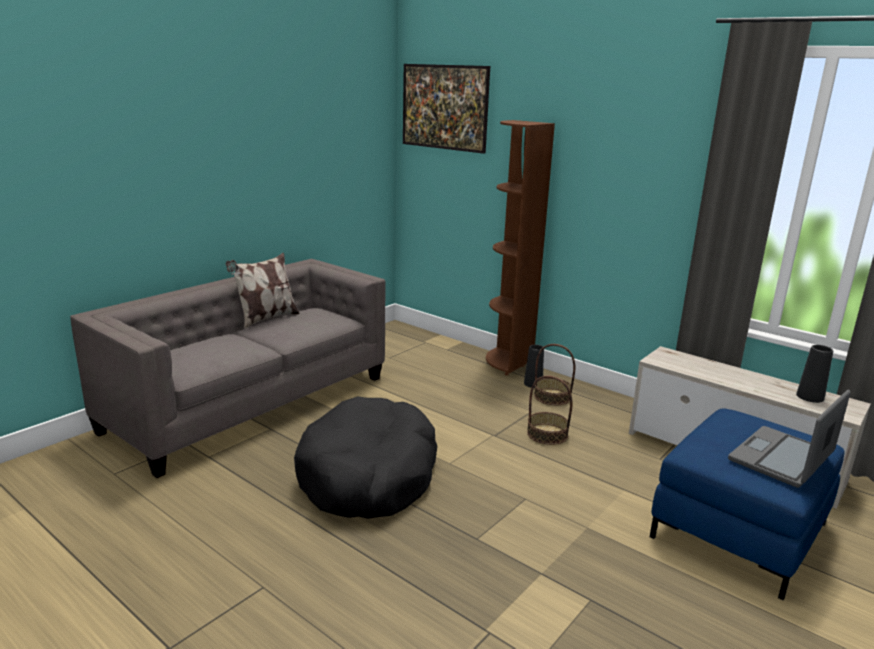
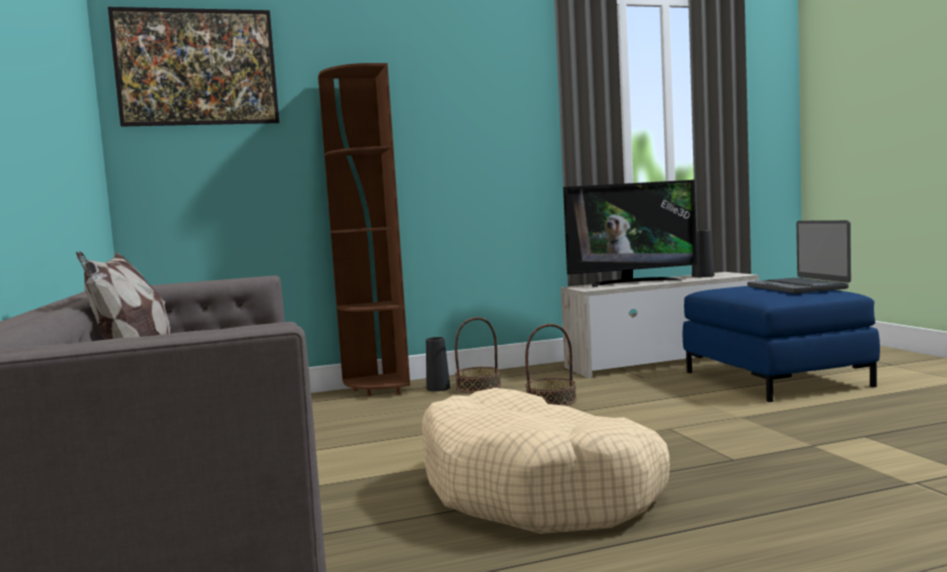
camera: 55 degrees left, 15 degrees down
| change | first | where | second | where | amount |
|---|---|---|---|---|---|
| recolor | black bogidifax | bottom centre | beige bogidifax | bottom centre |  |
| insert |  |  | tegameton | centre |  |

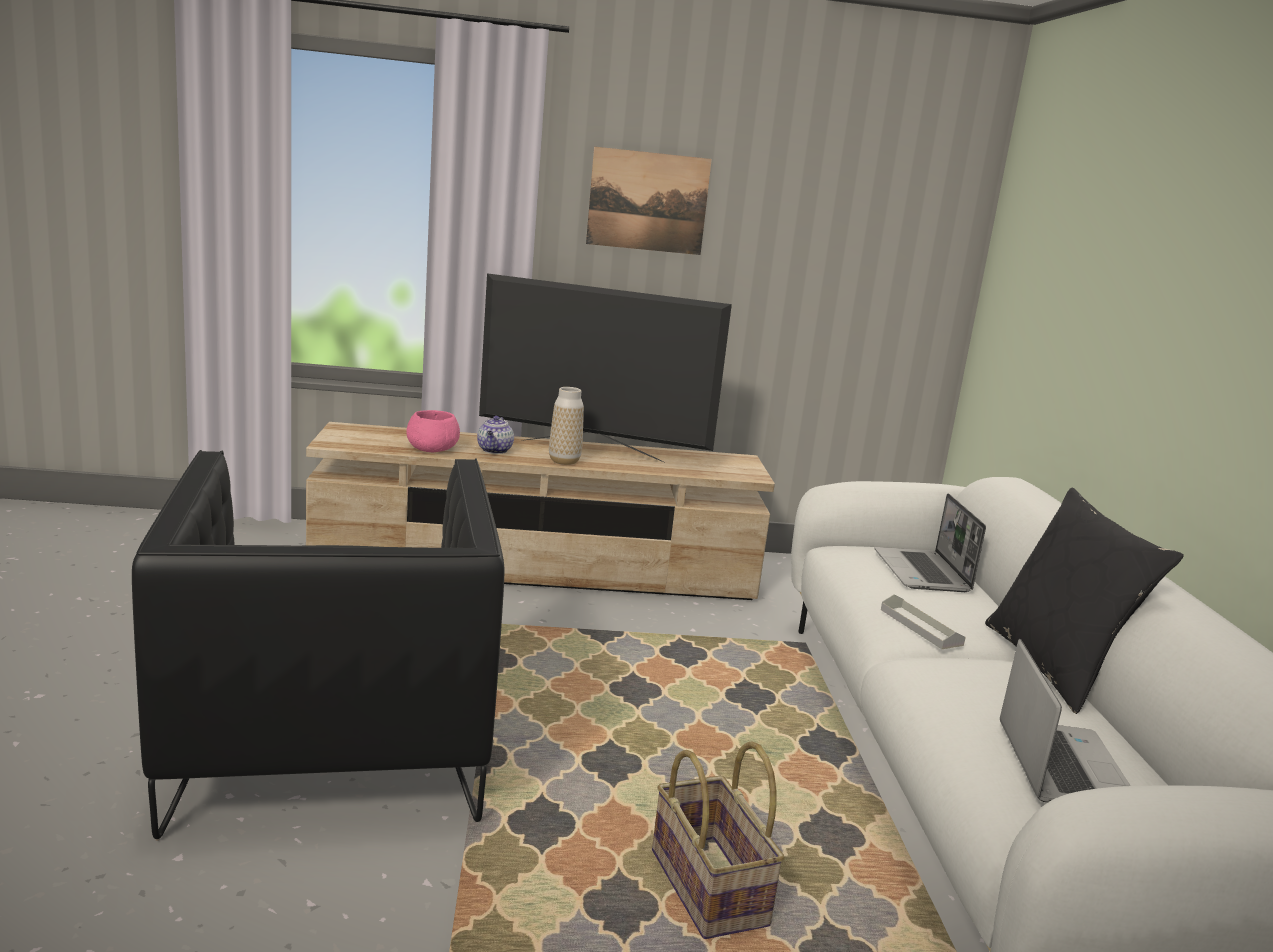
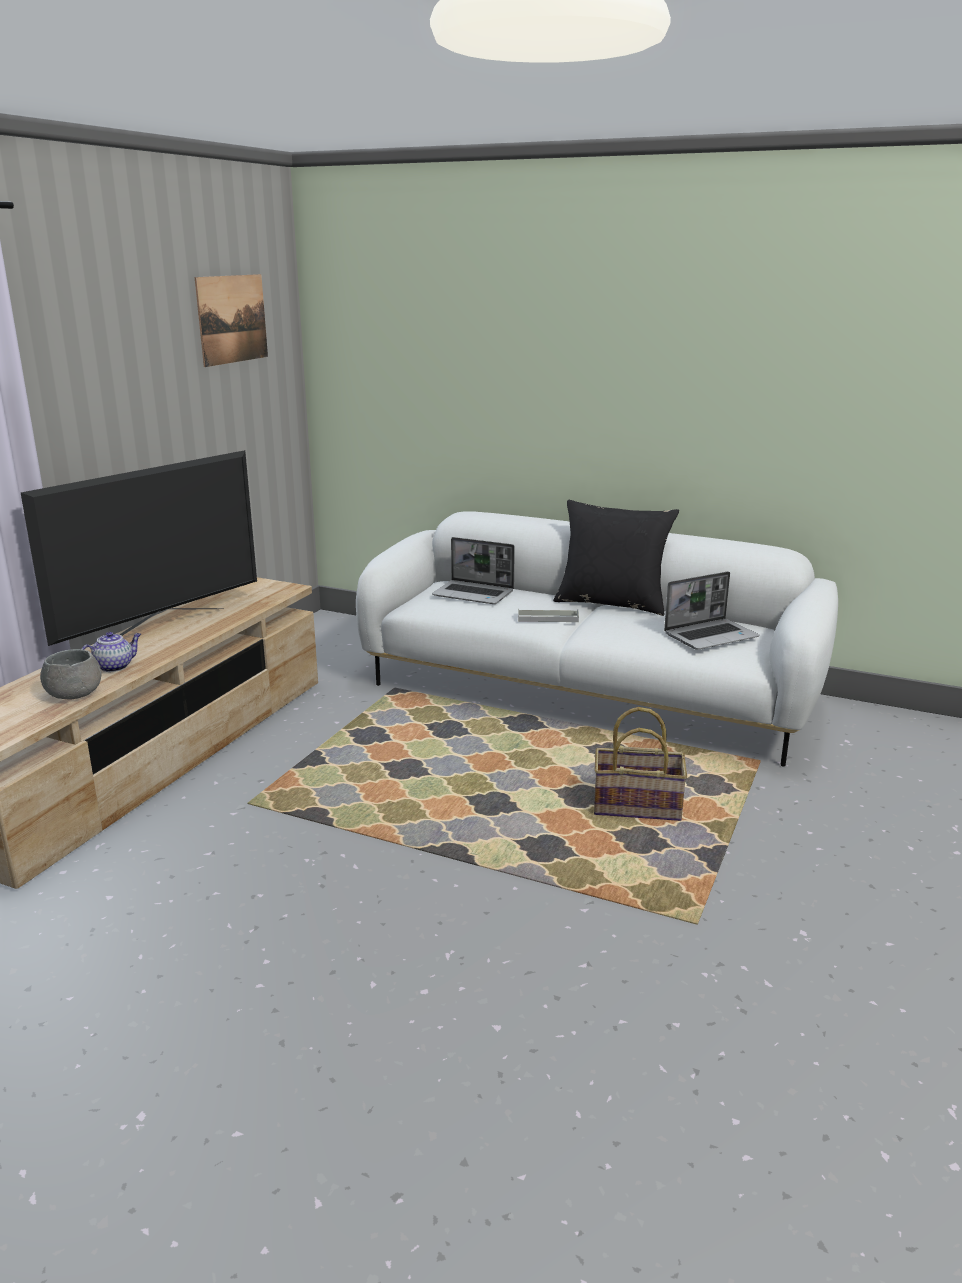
camera: 60 degrees left, 5 degrees up
| change | first | where | second | where | amount |
|---|---|---|---|---|---|
| recolor | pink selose | centre | grey selose | middle left |  |
| rotate | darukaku | centre |  | middle left | 75 degrees counterclockwise |
| move | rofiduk | top centre |  | top left |  |
| rotate | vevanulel (2nd from left) | bottom right |  | middle right | 120 degrees clockwise |
| delete | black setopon | bottom left |  |  |  |
| delete | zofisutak | centre |  |  |  |

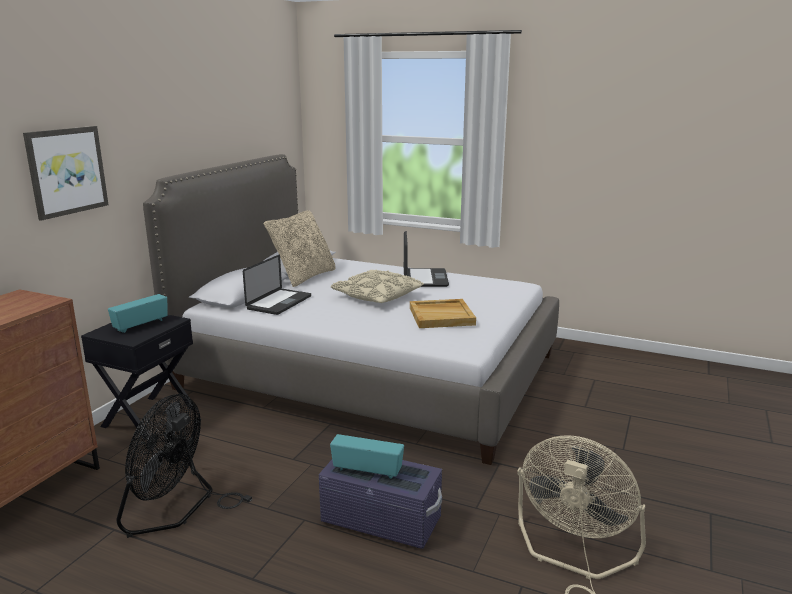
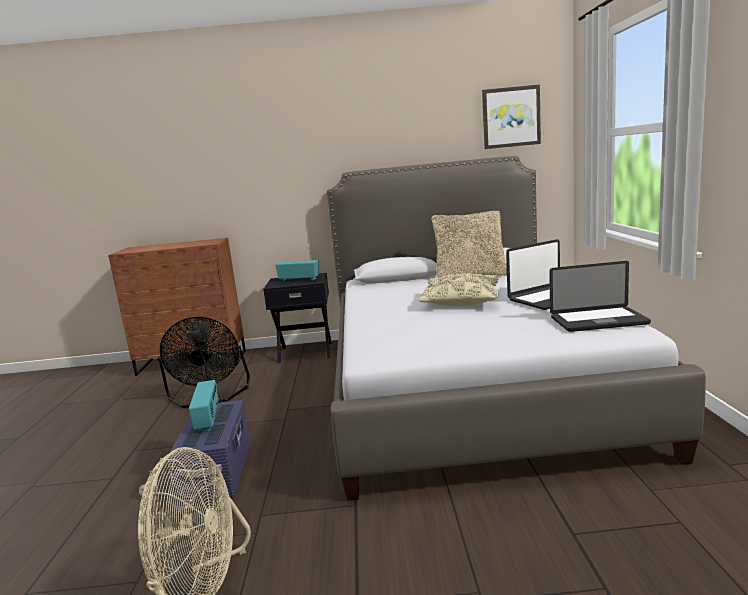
camera: 65 degrees right, 5 degrees down
| change | first | where | second | where | amount |
|---|---|---|---|---|---|
| move | rofiduk | top left |  | top right |  |
| move | vevanulel (1st from left in the first image) | centre | vevanulel (2nd from left) | middle right |  |
| delete | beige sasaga | centre |  |  |  |

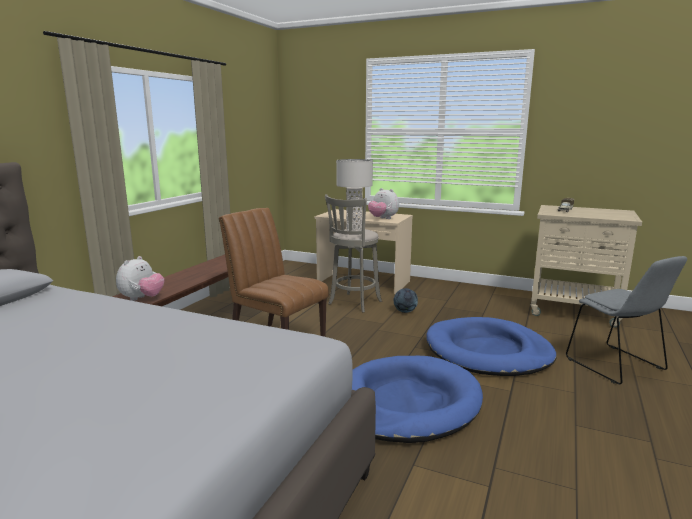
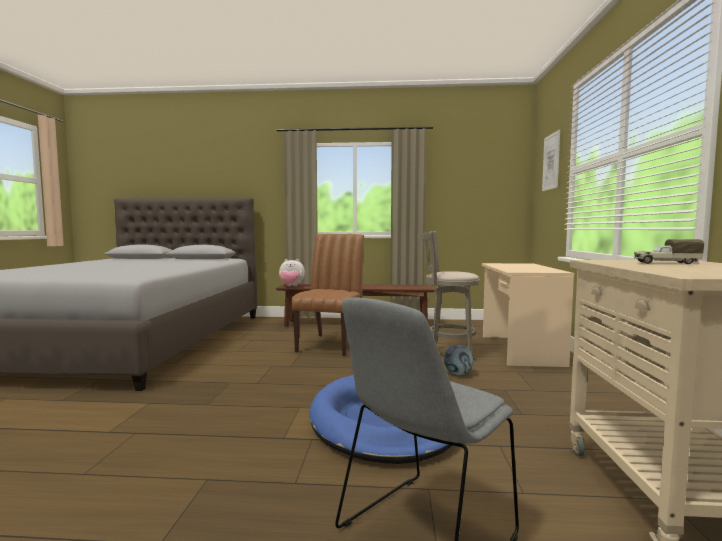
camera: 70 degrees right, 10 degrees down
| change | first | where | second | where | amount |
|---|---|---|---|---|---|
| insert |  |  | rofiduk | top right |  |
| delete | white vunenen | centre |  |  |  |
| delete | blue bogidifax (1st from left) | bottom centre |  |  |  |
| delete | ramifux (2nd from left) | centre |  |  |  |

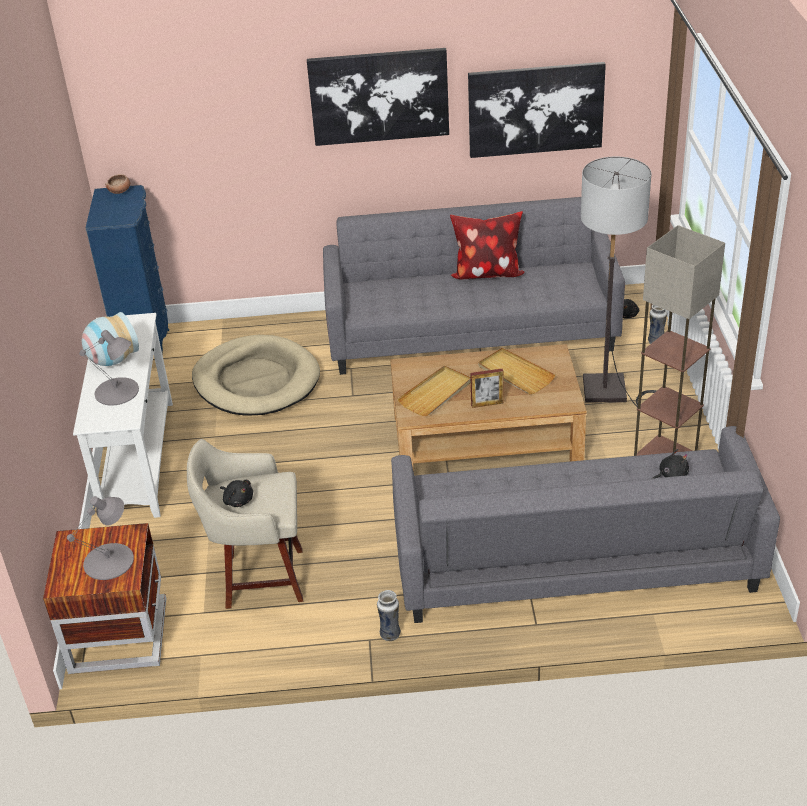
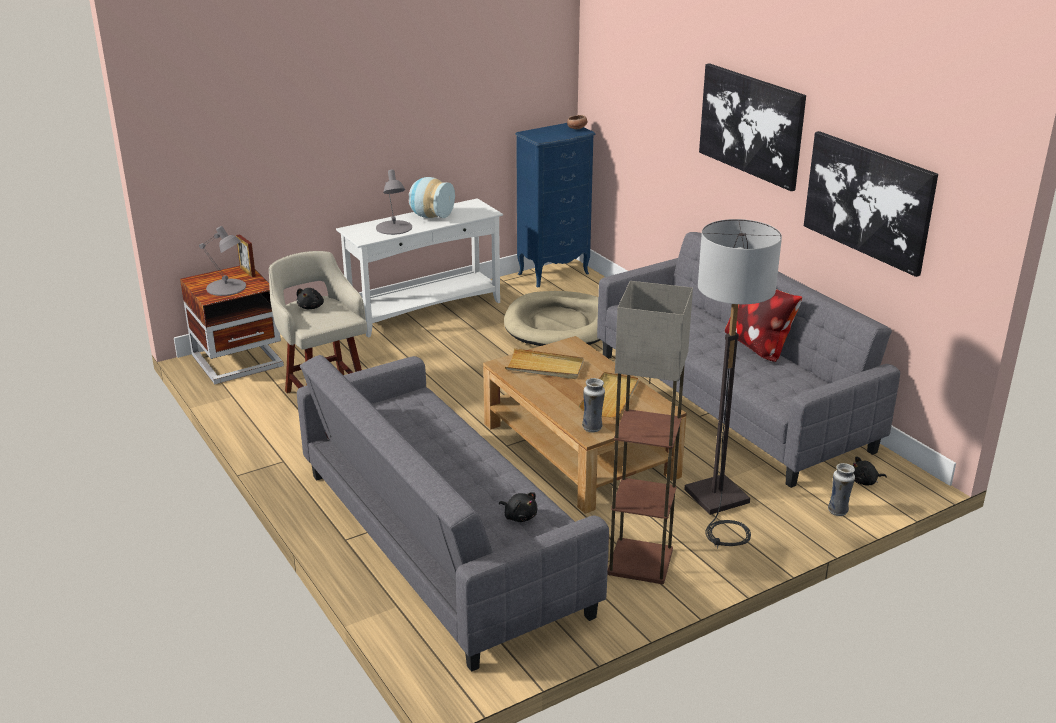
camera: 60 degrees right, 10 degrees down
| change | first | where | second | where | amount |
|---|---|---|---|---|---|
| move | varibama | centre |  | middle left |  |
| move | zofisutak (2nd from left) | bottom centre |  | centre |  |

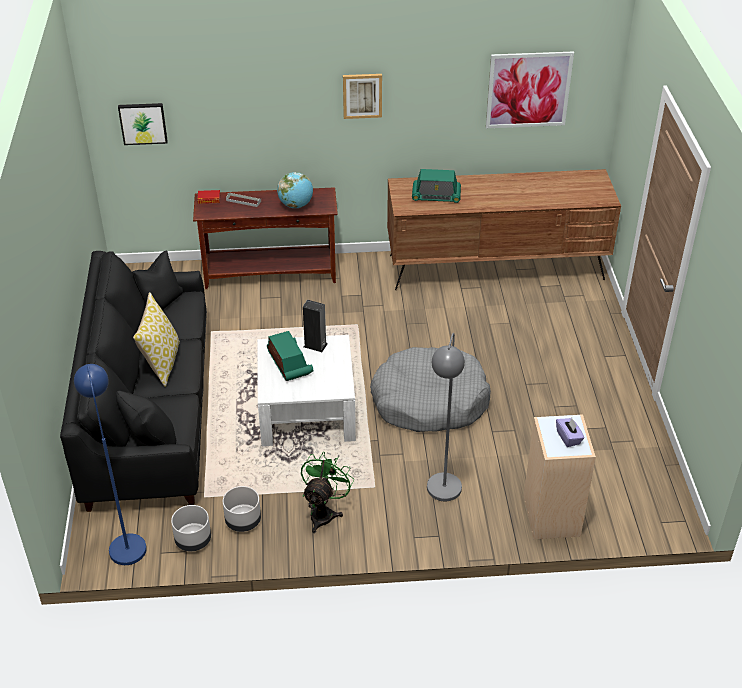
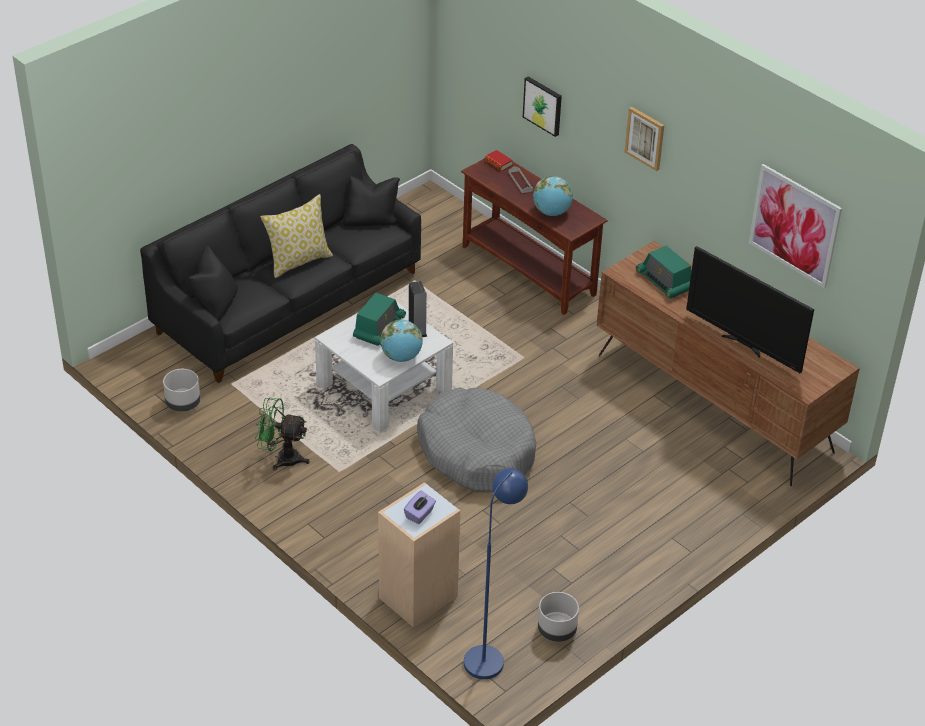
camera: 50 degrees right, 0 degrees up
| change | first | where | second | where | amount |
|---|---|---|---|---|---|
| rotate | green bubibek | bottom centre |  | middle left | 150 degrees counterclockwise |
| insert |  |  | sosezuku (1st from left) | centre |  |
| move | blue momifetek | bottom left |  | bottom centre |  |
| move | rofiduk (1st from left) | top left |  | top centre |  |
| move | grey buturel (2nd from left) | bottom left |  | bottom centre |  |
| insert |  |  | tegameton | middle right |  |
| delete | grey momifetek | centre |  |  |  |

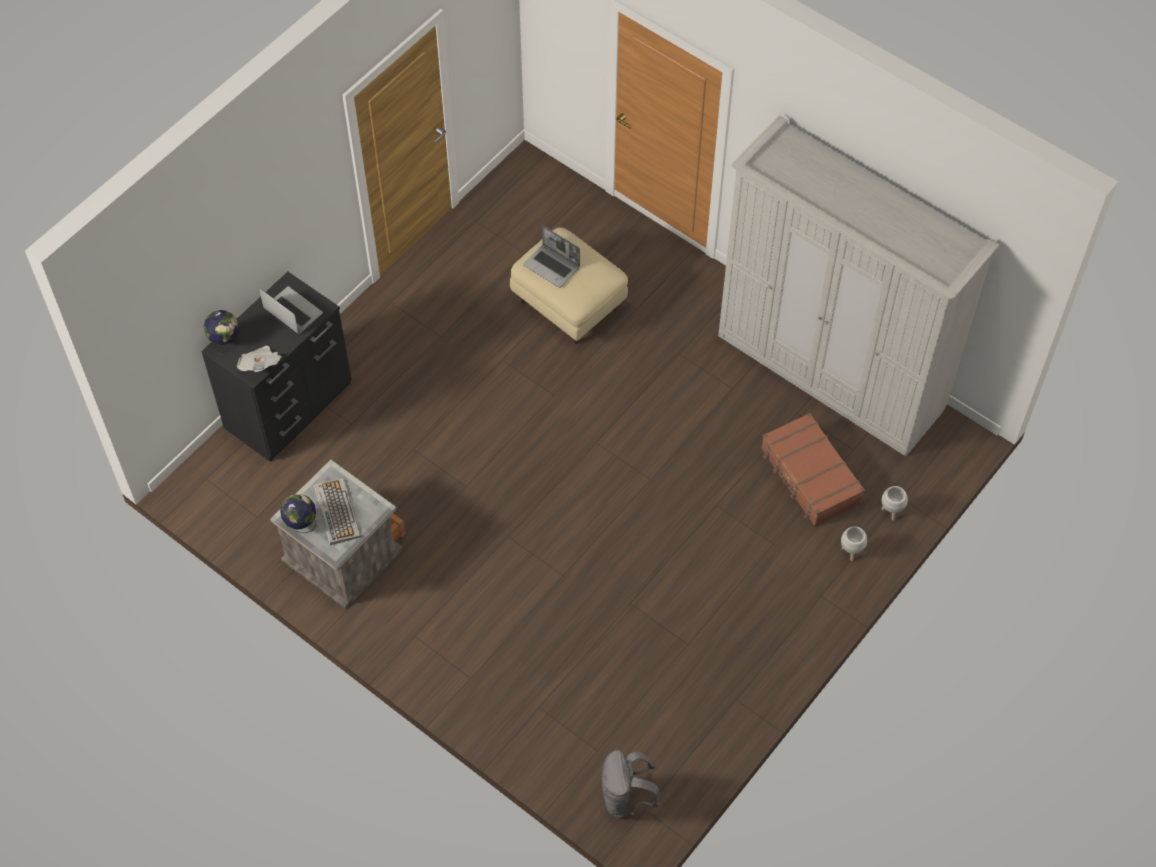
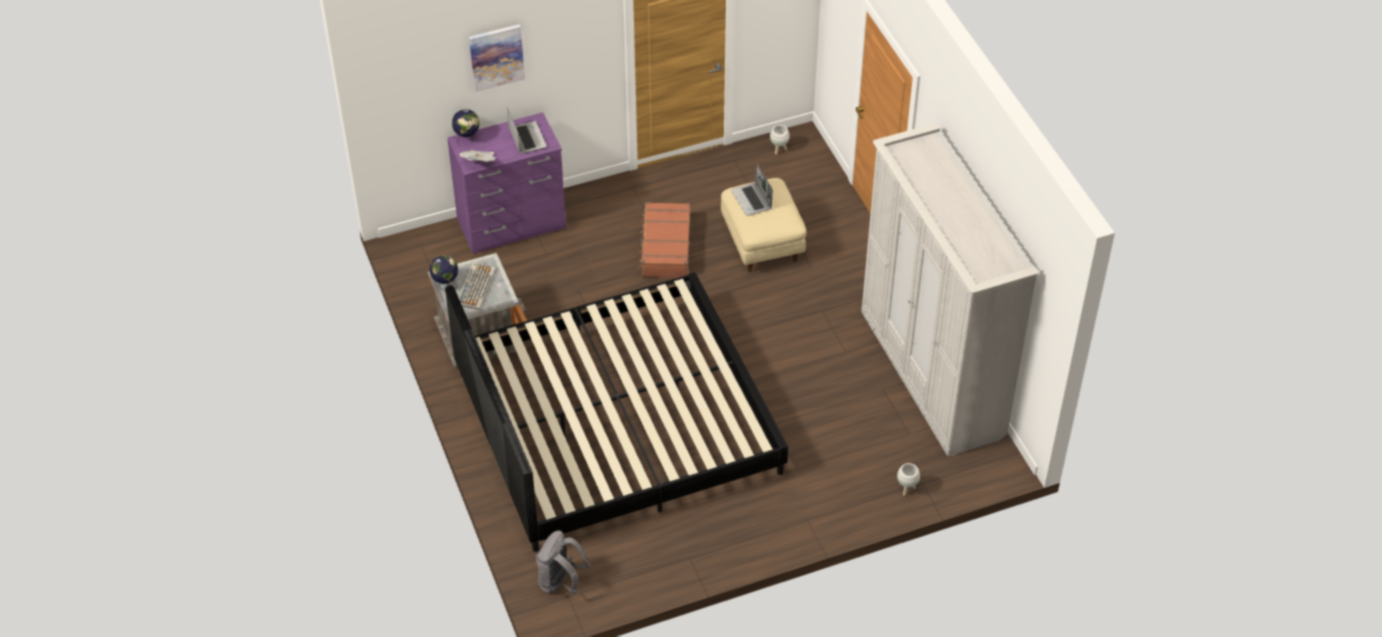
camera: 30 degrees right, 10 degrees down
| change | first | where | second | where | amount |
|---|---|---|---|---|---|
| insert |  |  | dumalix | centre |  |
| recolor | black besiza | middle left | purple besiza | top centre |  |
| insert |  |  | rofiduk | top centre |  |
| move | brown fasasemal | middle right |  | centre |  |
| move | white buturel (1st from left) | middle right |  | top centre |  |

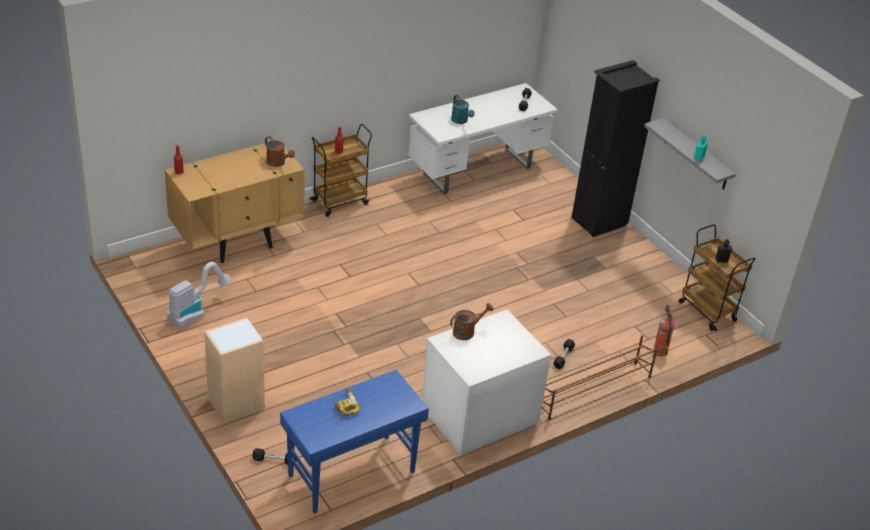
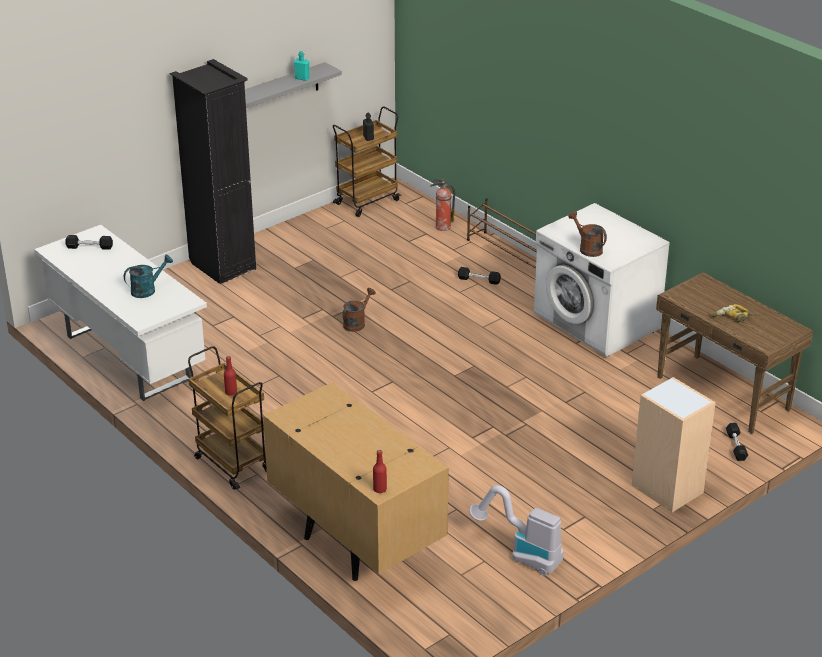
camera: 95 degrees left, 5 degrees down
| change | first | where | second | where | amount |
|---|---|---|---|---|---|
| move | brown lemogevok (1st from left) | top left |  | centre |  |
| recolor | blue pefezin | bottom centre | brown pefezin | middle right |  |

